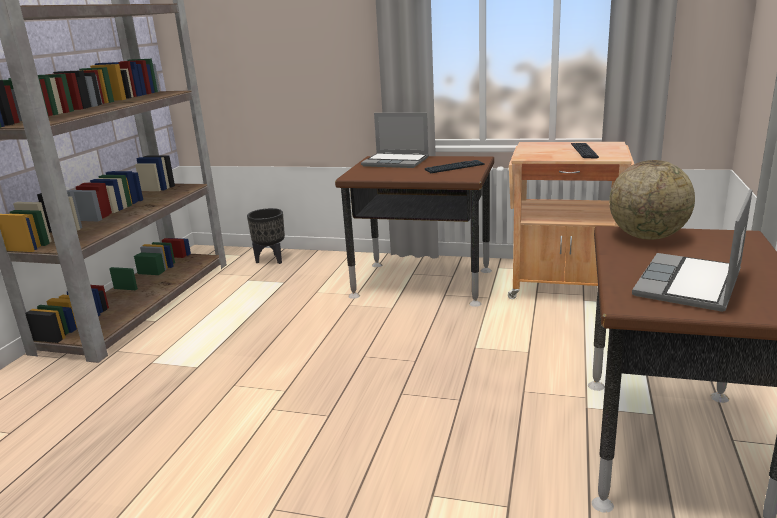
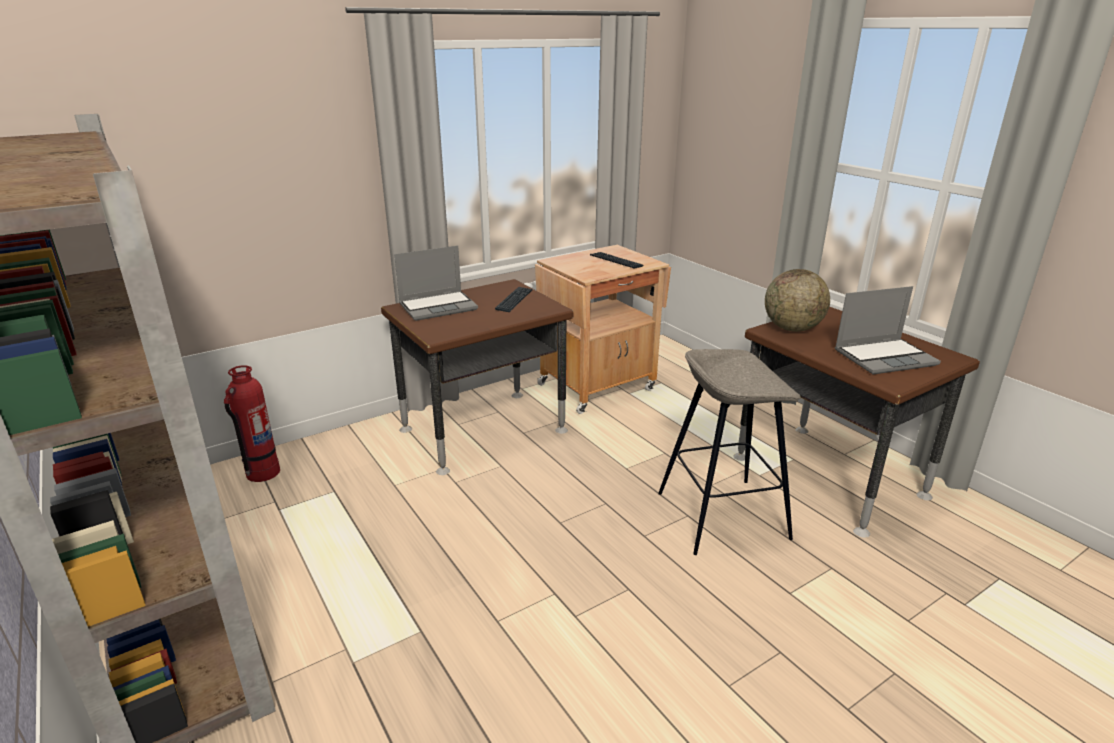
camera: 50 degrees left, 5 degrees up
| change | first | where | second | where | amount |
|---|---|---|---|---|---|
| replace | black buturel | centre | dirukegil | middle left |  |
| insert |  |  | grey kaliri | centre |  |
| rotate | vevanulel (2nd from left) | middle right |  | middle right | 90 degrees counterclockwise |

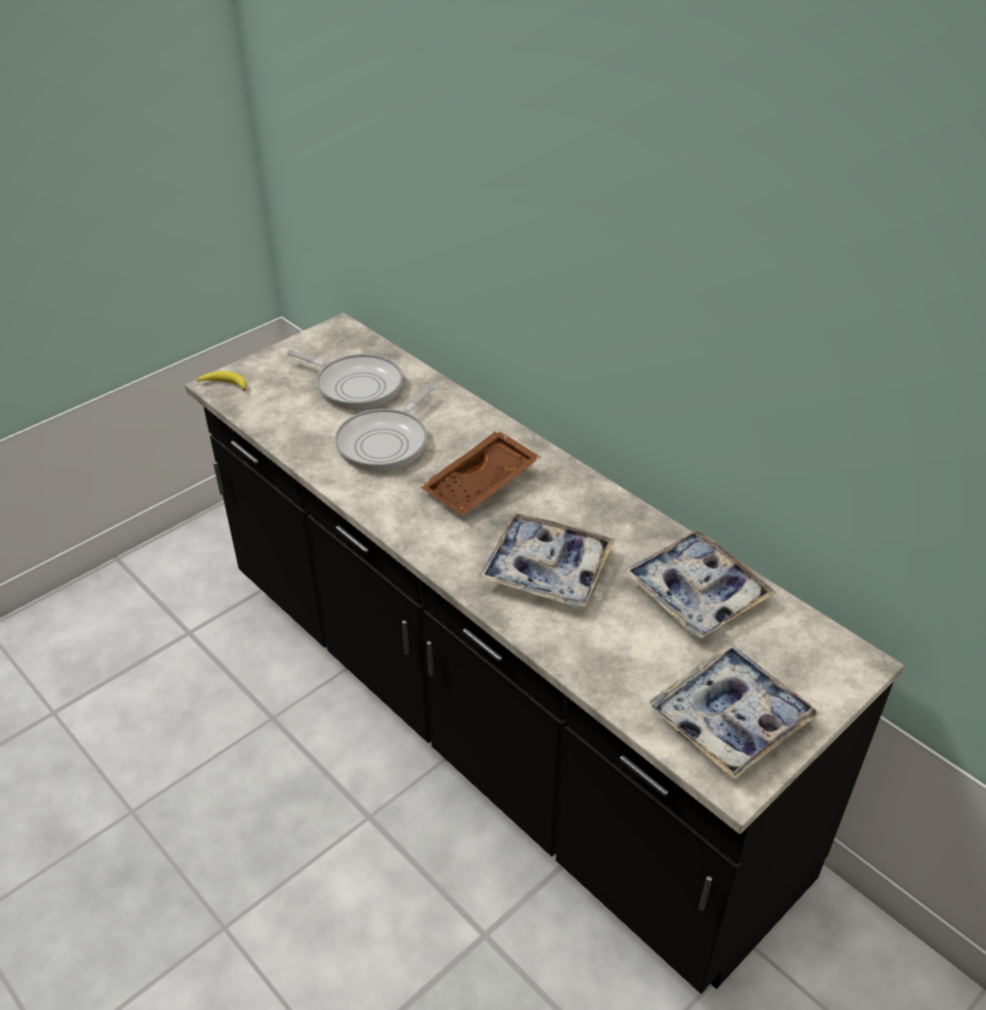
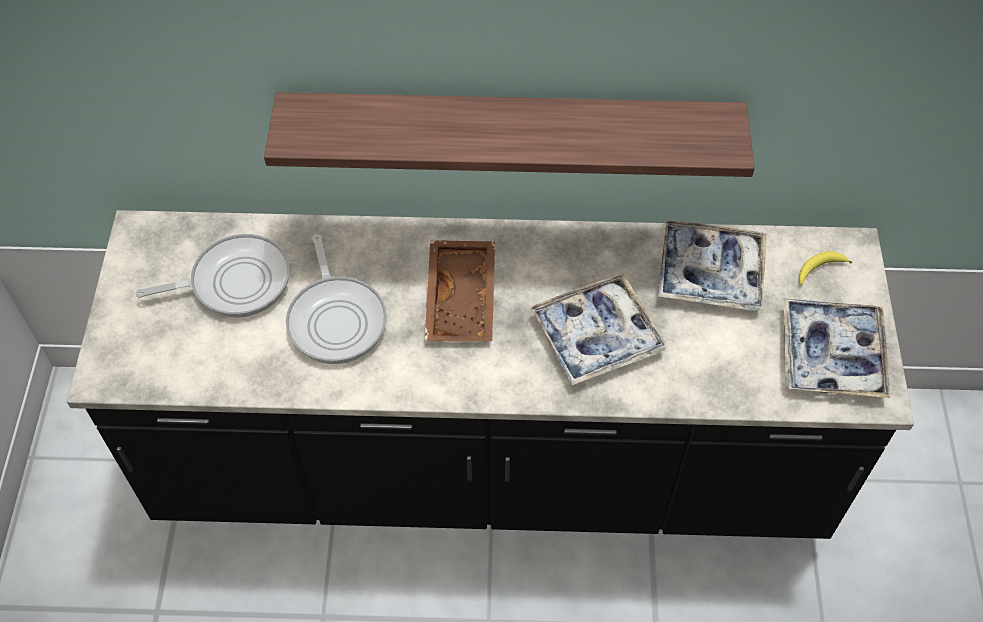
camera: 45 degrees left, 15 degrees up
| change | first | where | second | where | amount |
|---|---|---|---|---|---|
| insert |  |  | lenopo | top centre |  |
| move | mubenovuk | middle left |  | middle right |  |

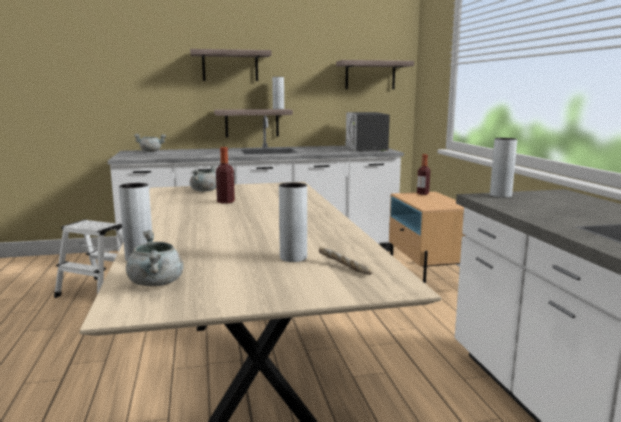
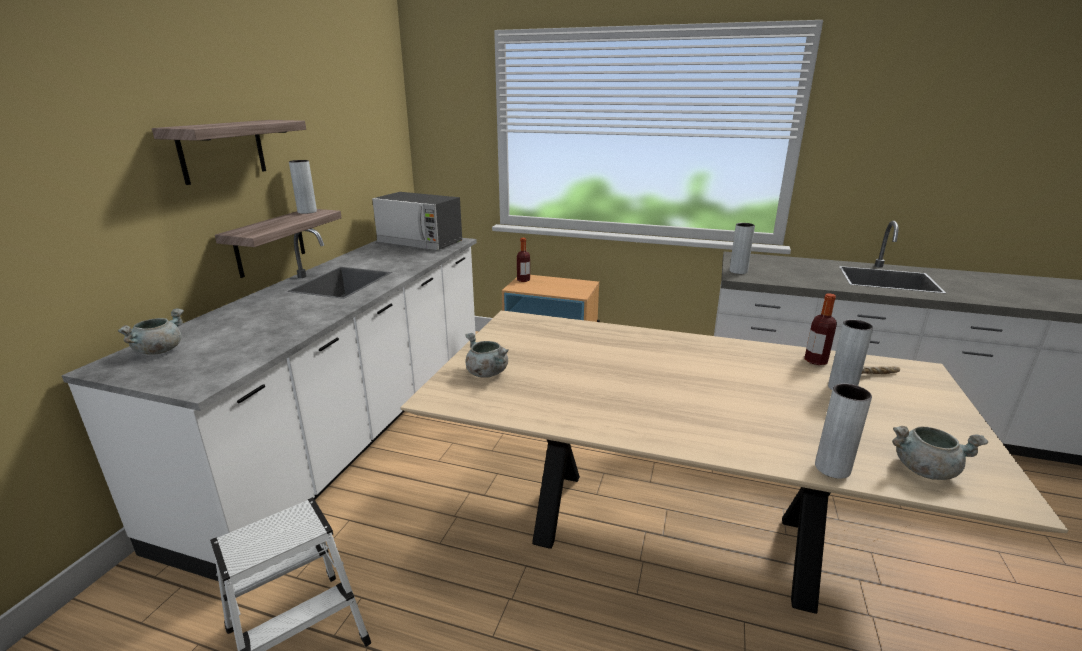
camera: 60 degrees left, 10 degrees up
| change | first | where | second | where | amount |
|---|---|---|---|---|---|
| move | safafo (1st from left in the first image) | centre | safafo (2nd from left) | middle right |  |
| delete | lenopo (3rd from left) | top centre |  |  |  |

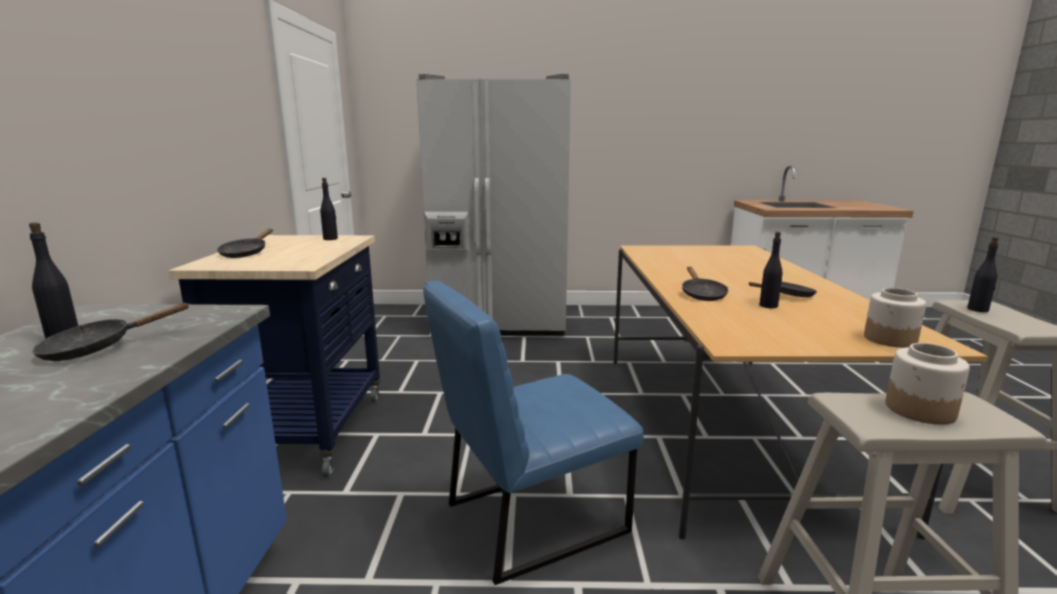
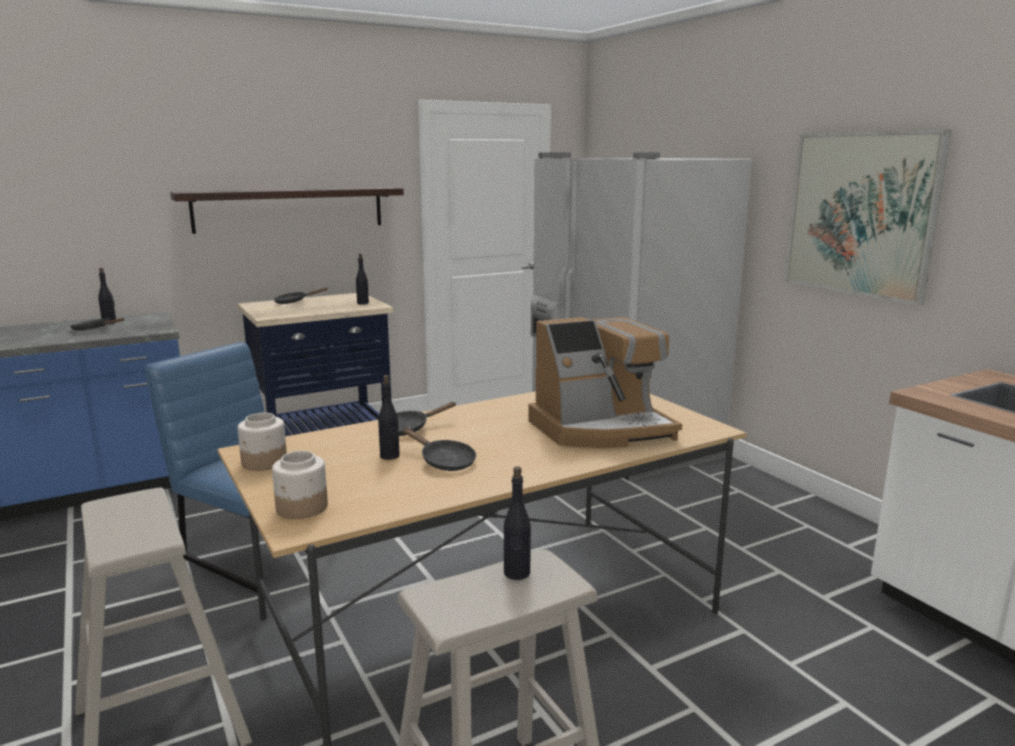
camera: 60 degrees right, 0 degrees up
| change | first | where | second | where | amount |
|---|---|---|---|---|---|
| insert |  |  | lenopo | top left |  |
| move | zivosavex (2nd from left in the first image) | middle right | zivosavex (1st from left) | middle left |  |
| insert |  |  | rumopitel | centre |  |
| insert |  |  | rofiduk | top right |  |

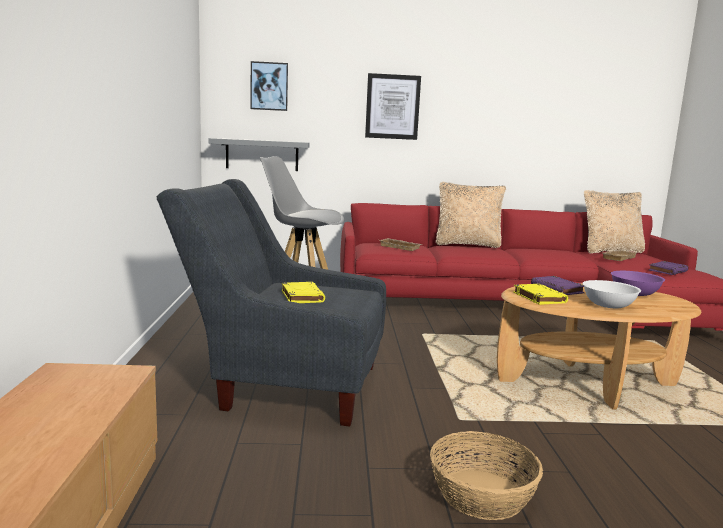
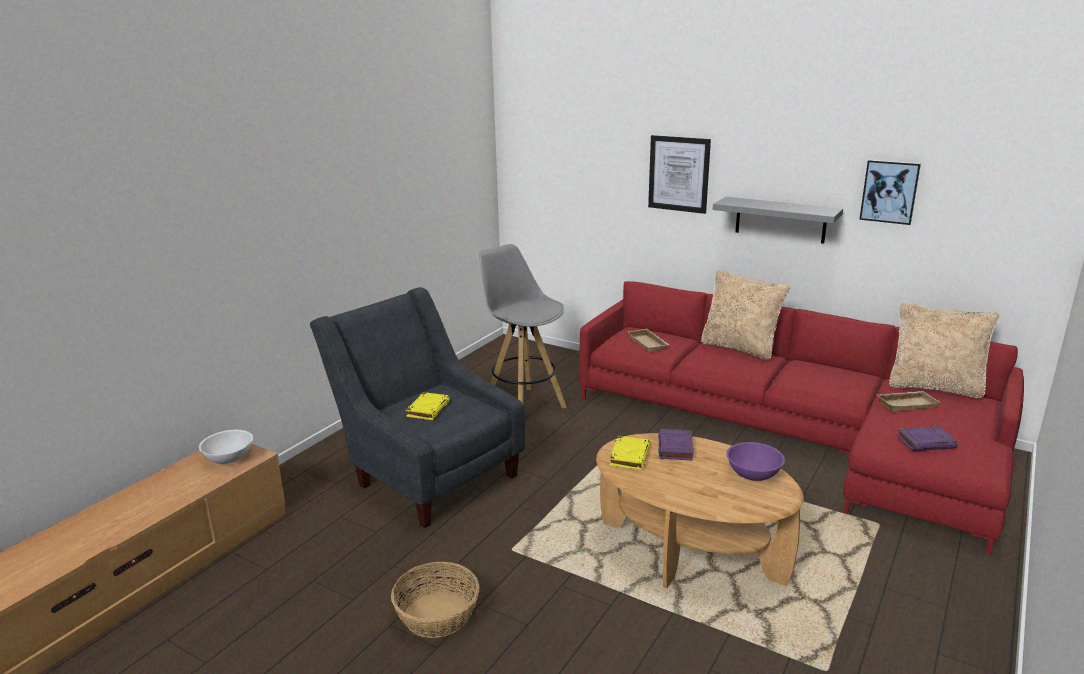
camera: 35 degrees right, 10 degrees up
| change | first | where | second | where | amount |
|---|---|---|---|---|---|
| move | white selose | middle right |  | middle left |  |
| move | grey lenopo | top centre |  | top right |  |
| move | rofiduk (1st from left in the first image) | top centre | rofiduk (2nd from left) | top right |  |

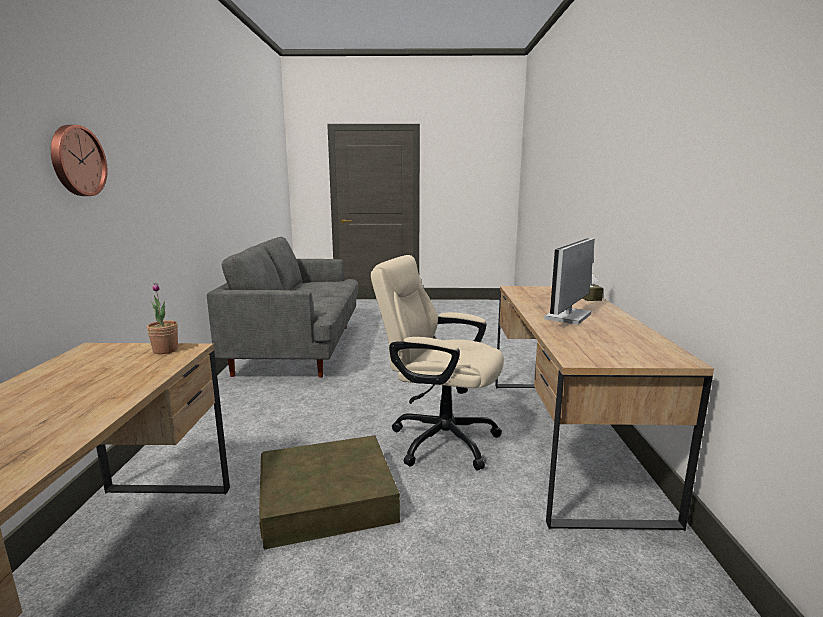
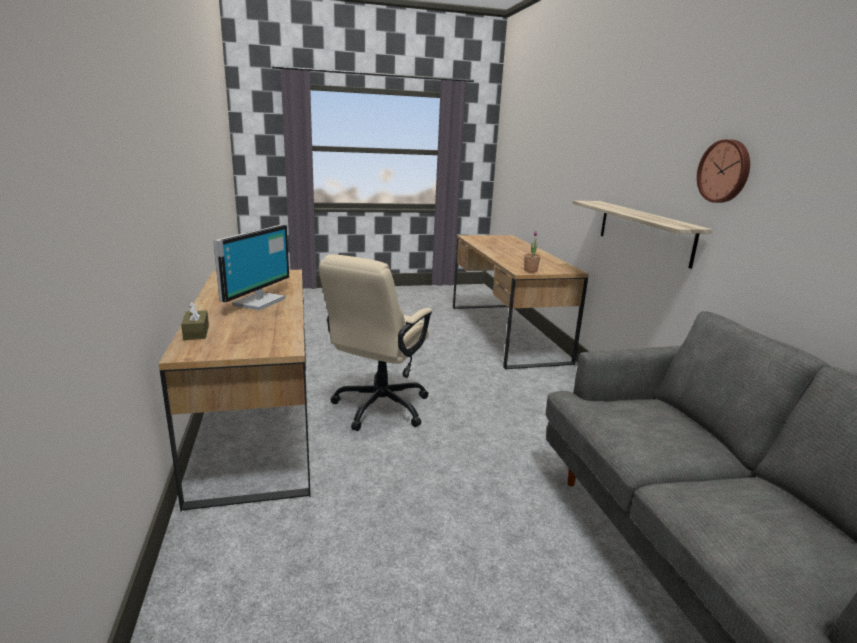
camera: 165 degrees right, 5 degrees up
| change | first | where | second | where | amount |
|---|---|---|---|---|---|
| rotate | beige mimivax | centre |  | centre | 105 degrees clockwise |
| insert |  |  | lenopo | middle right |  |
| move | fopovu | top left |  | top right |  |
| delete | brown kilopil | bottom centre |  |  |  |

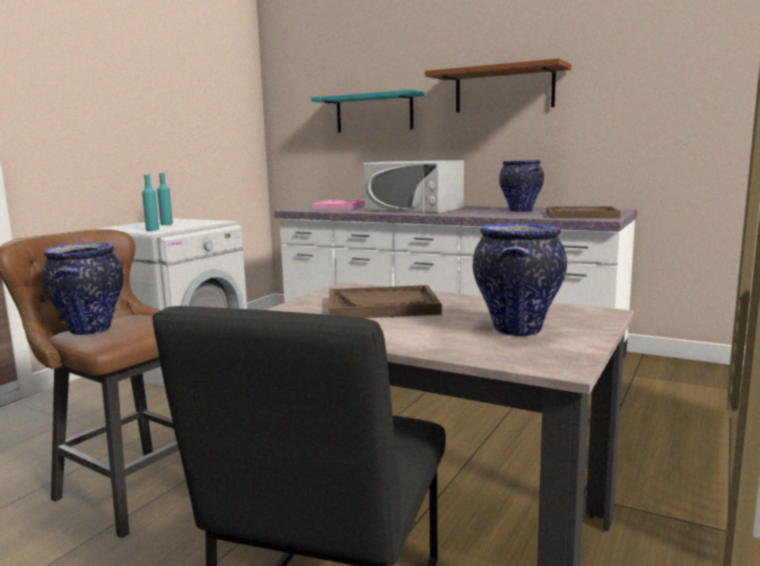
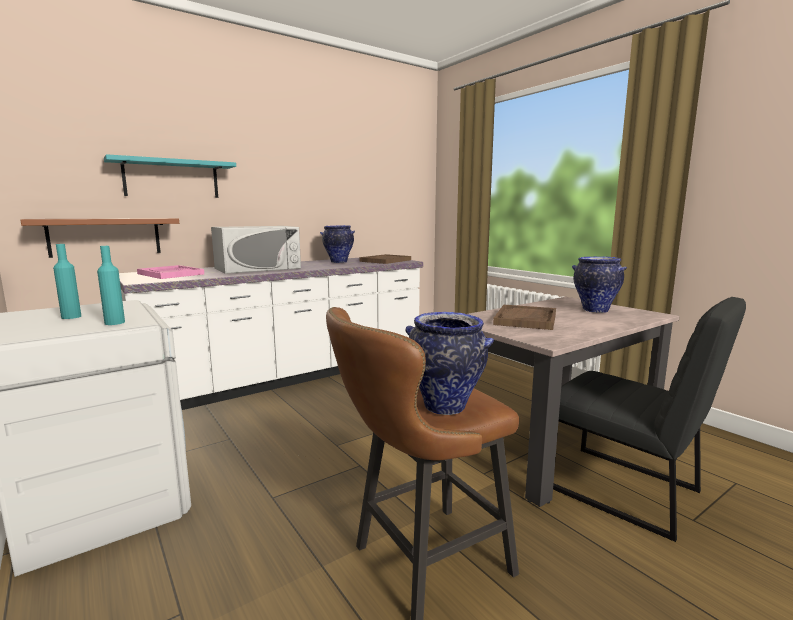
camera: 65 degrees left, 0 degrees up
| change | first | where | second | where | amount |
|---|---|---|---|---|---|
| move | brown lenopo | top centre |  | middle left |  |

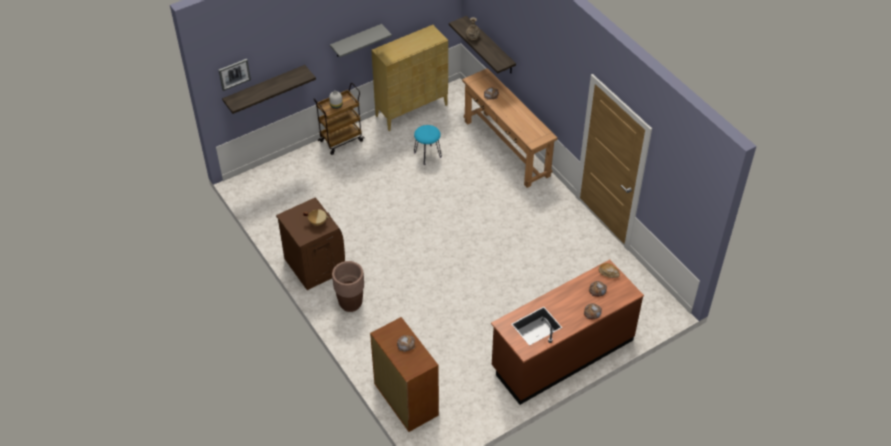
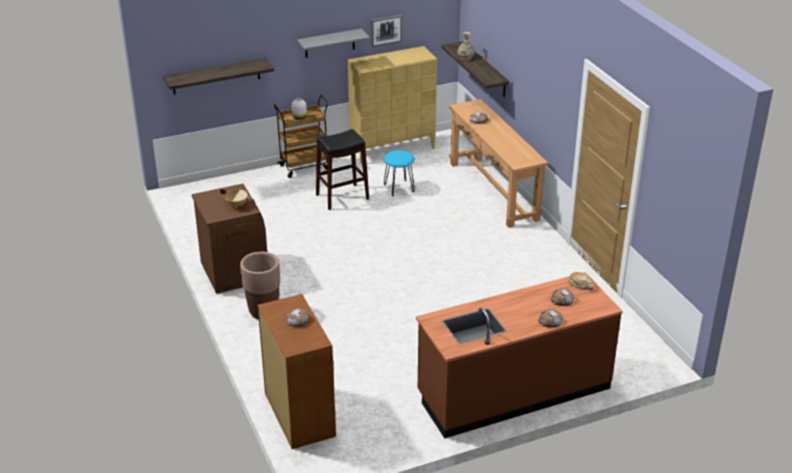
camera: 10 degrees right, 15 degrees down
| change | first | where | second | where | amount |
|---|---|---|---|---|---|
| insert |  |  | black kaliri | centre |  |
| move | rofiduk | top left |  | top centre |  |

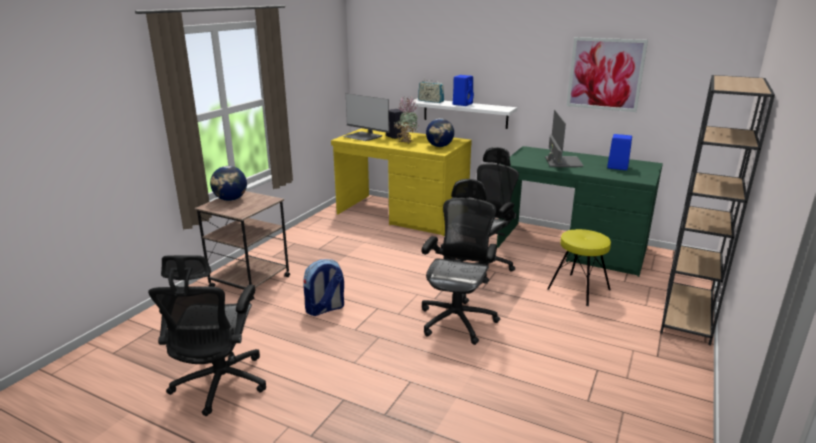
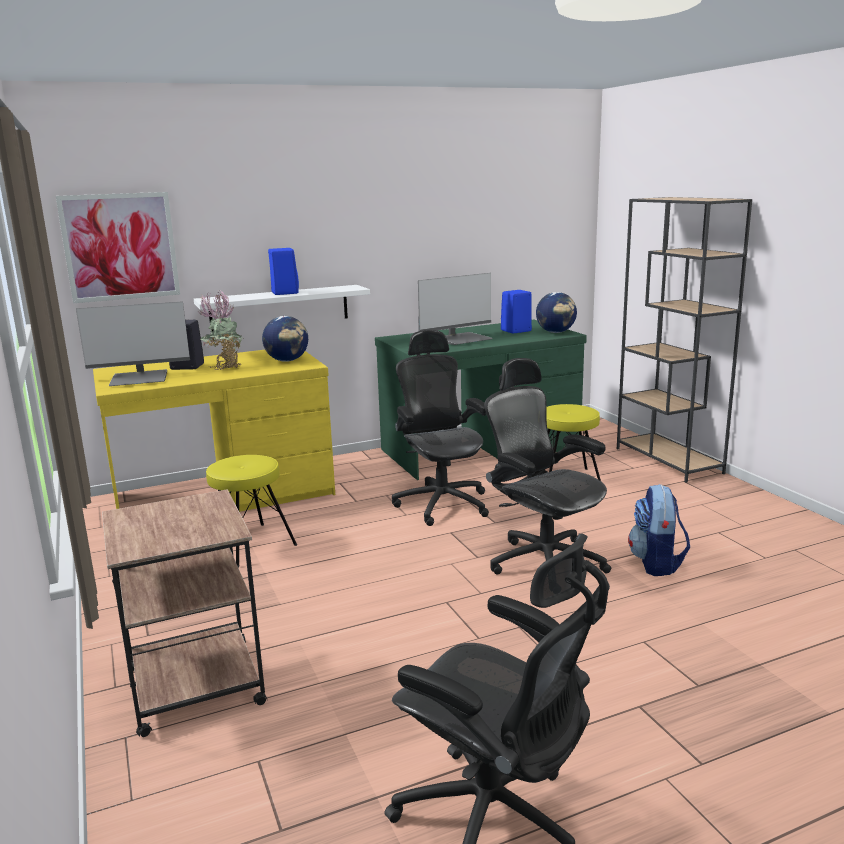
camera: 50 degrees left, 5 degrees down
| change | first | where | second | where | amount |
|---|---|---|---|---|---|
| move | rofiduk | top right |  | top left |  |
| insert |  |  | yellow kaliri (1st from left) | middle left |  |
| rotate | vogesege (2nd from left) | top right |  | centre | 105 degrees clockwise |
| move | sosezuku (1st from left in the first image) | middle left | sosezuku (2nd from left) | centre |  |
| move | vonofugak | centre |  | middle right |  |
| delete | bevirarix | top centre |  |  |  |

